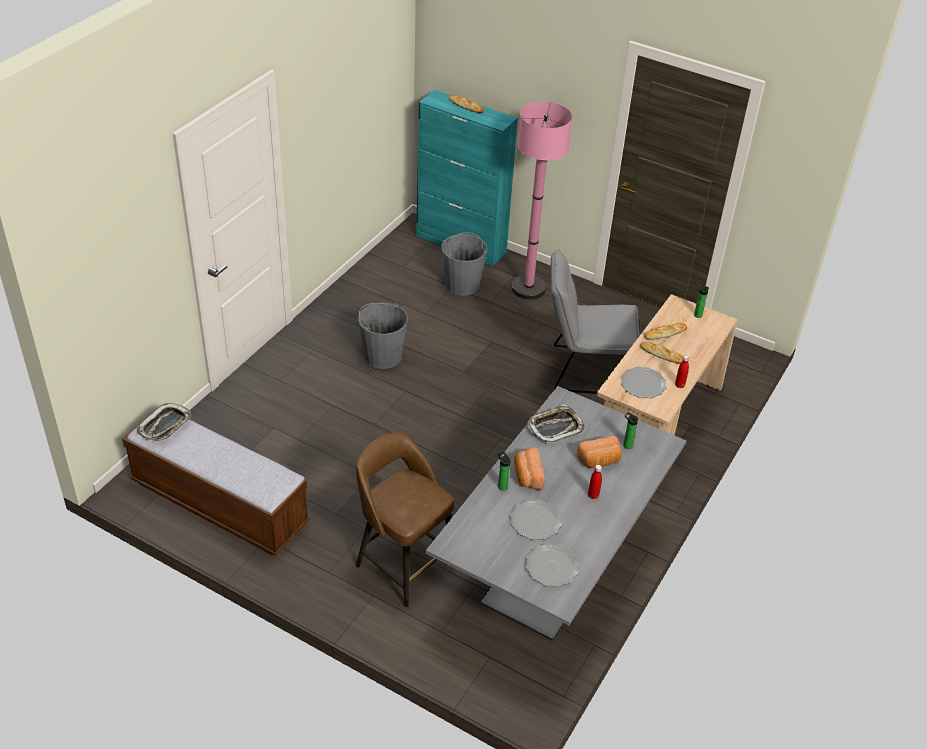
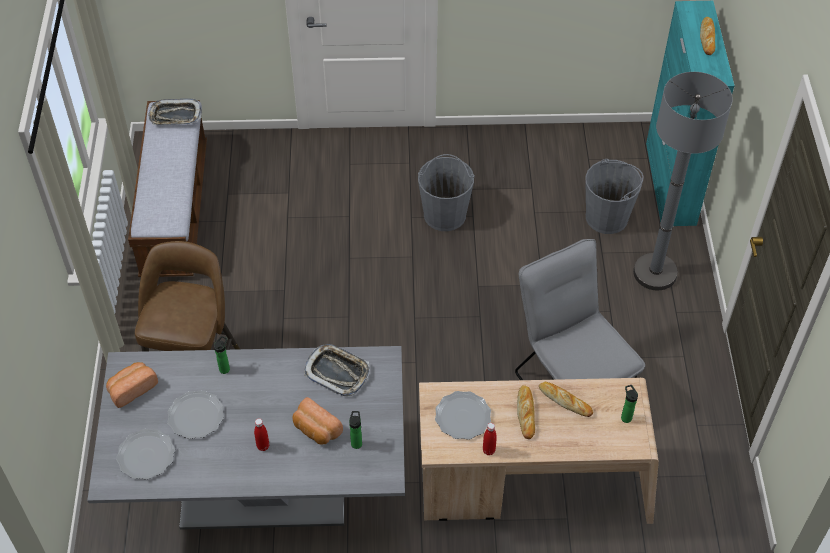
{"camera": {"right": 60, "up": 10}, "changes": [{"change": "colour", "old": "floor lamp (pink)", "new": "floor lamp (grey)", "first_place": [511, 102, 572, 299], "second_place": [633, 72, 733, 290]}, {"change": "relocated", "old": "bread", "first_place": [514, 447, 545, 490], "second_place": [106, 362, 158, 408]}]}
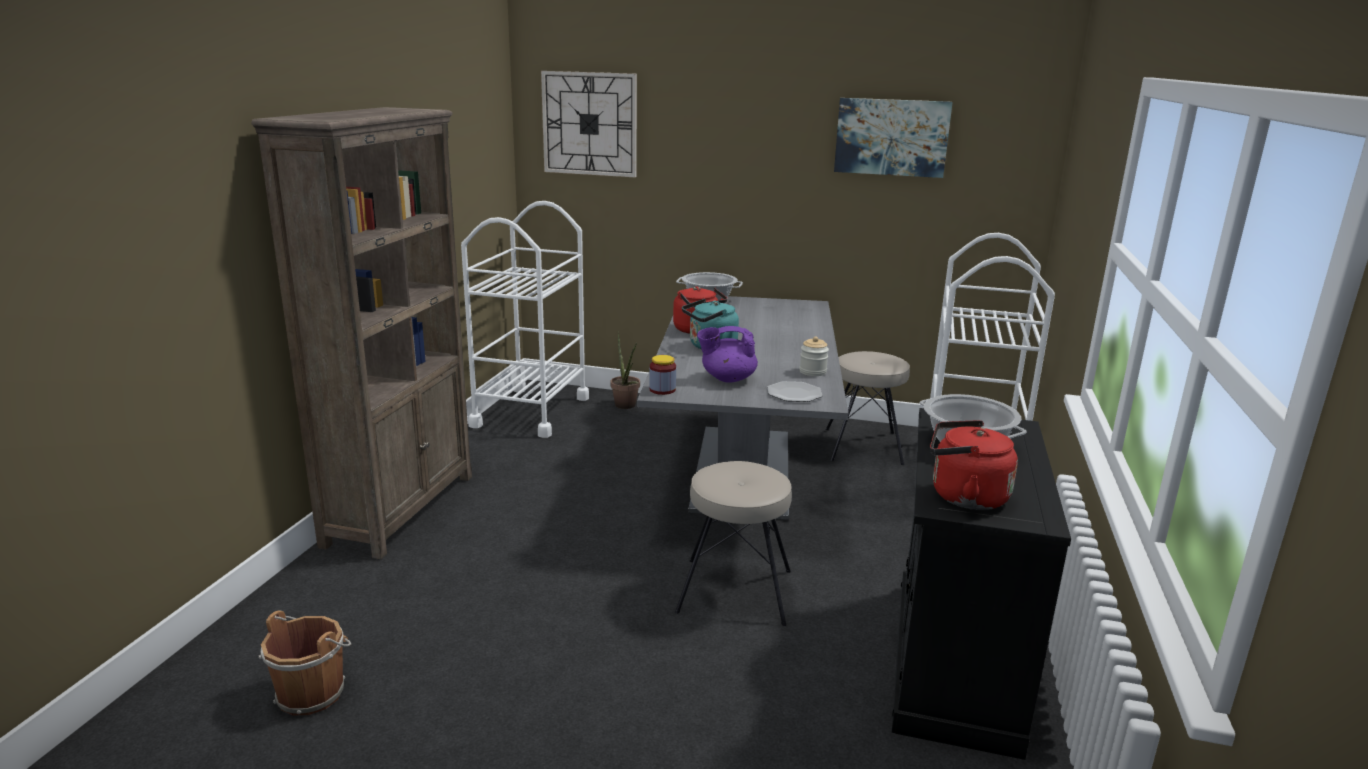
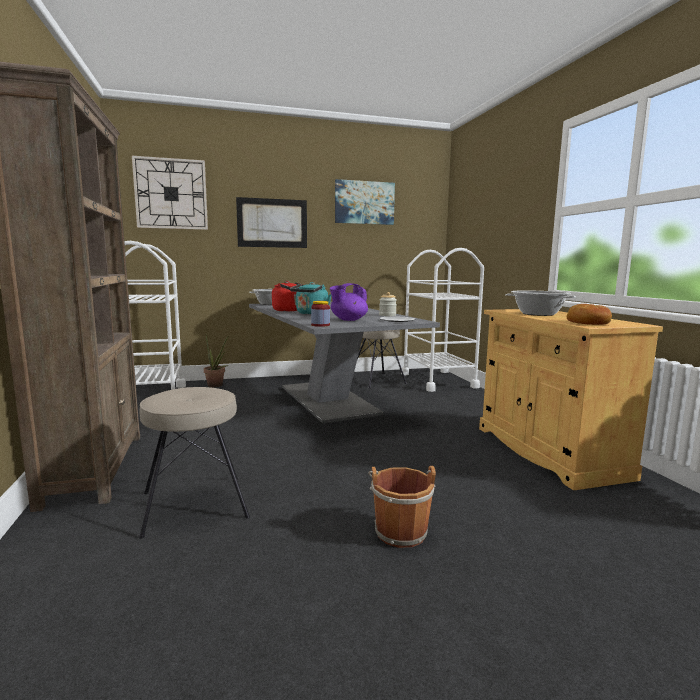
{"camera": {"right": -30, "up": -10}, "changes": [{"change": "colour", "old": "cabinet (black)", "new": "cabinet (beige)", "first_place": [892, 408, 1071, 760], "second_place": [479, 309, 663, 490]}, {"change": "exchanged", "old": "kettle (red)", "new": "bread", "first_place": [930, 420, 1018, 510], "second_place": [567, 304, 612, 325]}, {"change": "relocated", "old": "stool (beige)", "first_place": [675, 461, 792, 626], "second_place": [139, 387, 250, 539]}, {"change": "relocated", "old": "bucket (brown)", "first_place": [259, 610, 351, 715], "second_place": [368, 466, 436, 548]}, {"change": "appeared", "new": "picture", "second_place": [236, 197, 307, 248]}]}
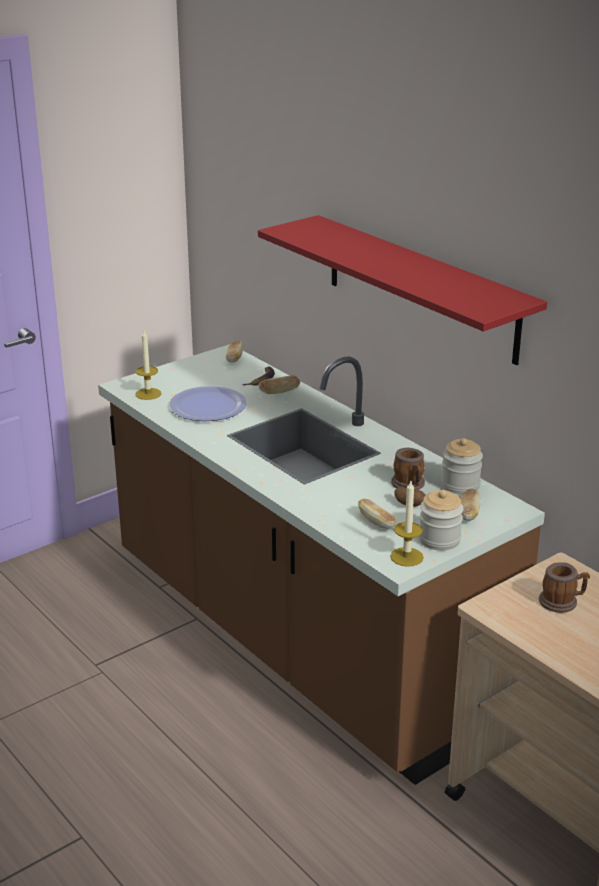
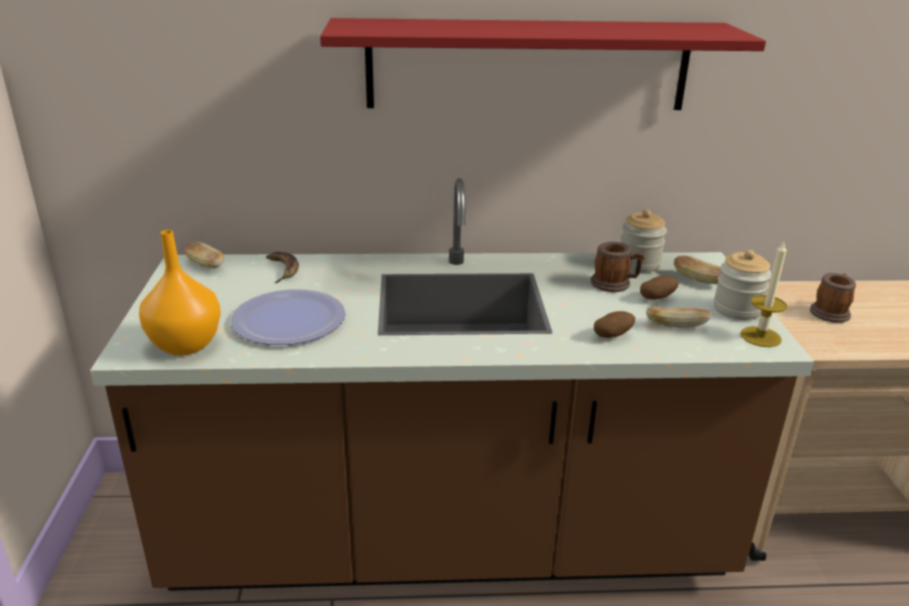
{"camera": {"right": -55, "up": 0}, "changes": [{"change": "exchanged", "old": "candle", "new": "vase (orange)", "first_place": [135, 330, 161, 400], "second_place": [139, 230, 221, 356]}, {"change": "missing", "old": "bread", "first_place": [259, 375, 300, 394]}, {"change": "appeared", "new": "potato", "second_place": [594, 311, 635, 338]}]}
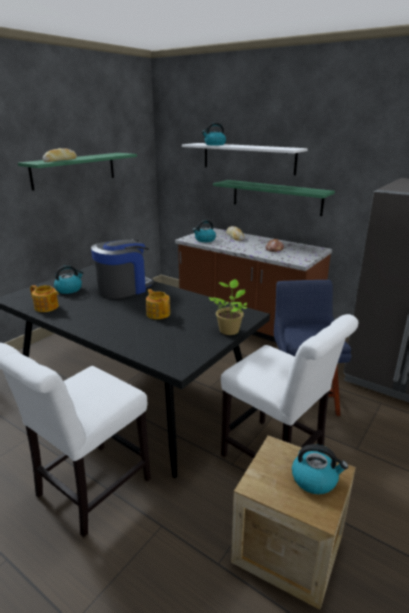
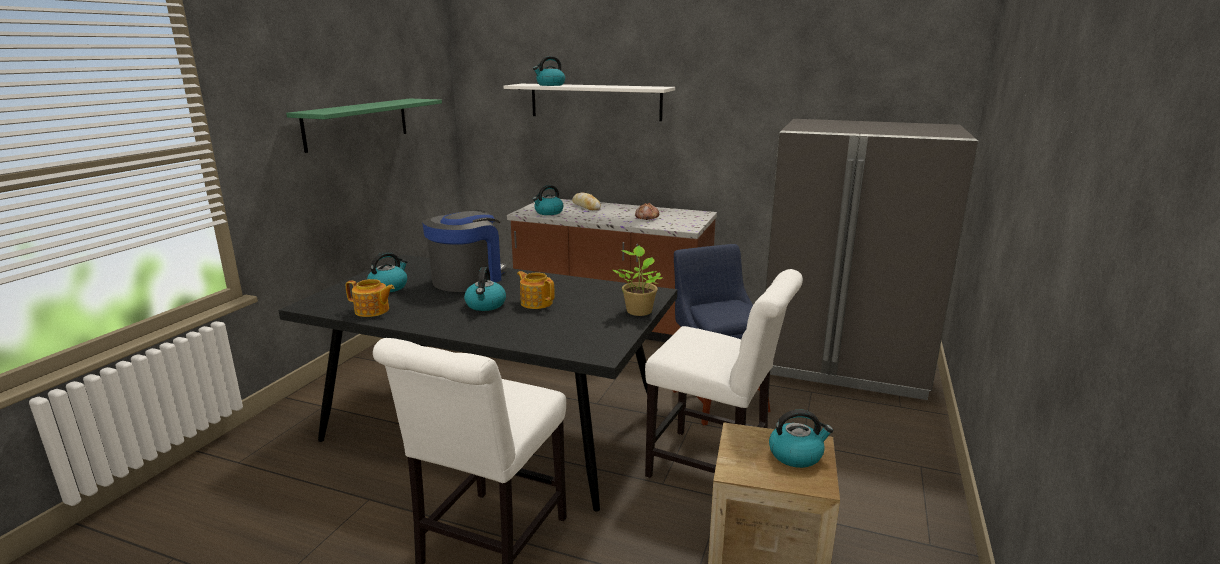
{"camera": {"right": -15, "up": -5}, "changes": [{"change": "missing", "old": "bread", "first_place": [43, 148, 77, 162]}, {"change": "missing", "old": "shelf (green)", "first_place": [213, 180, 335, 216]}, {"change": "appeared", "new": "kettle", "second_place": [464, 267, 506, 311]}]}
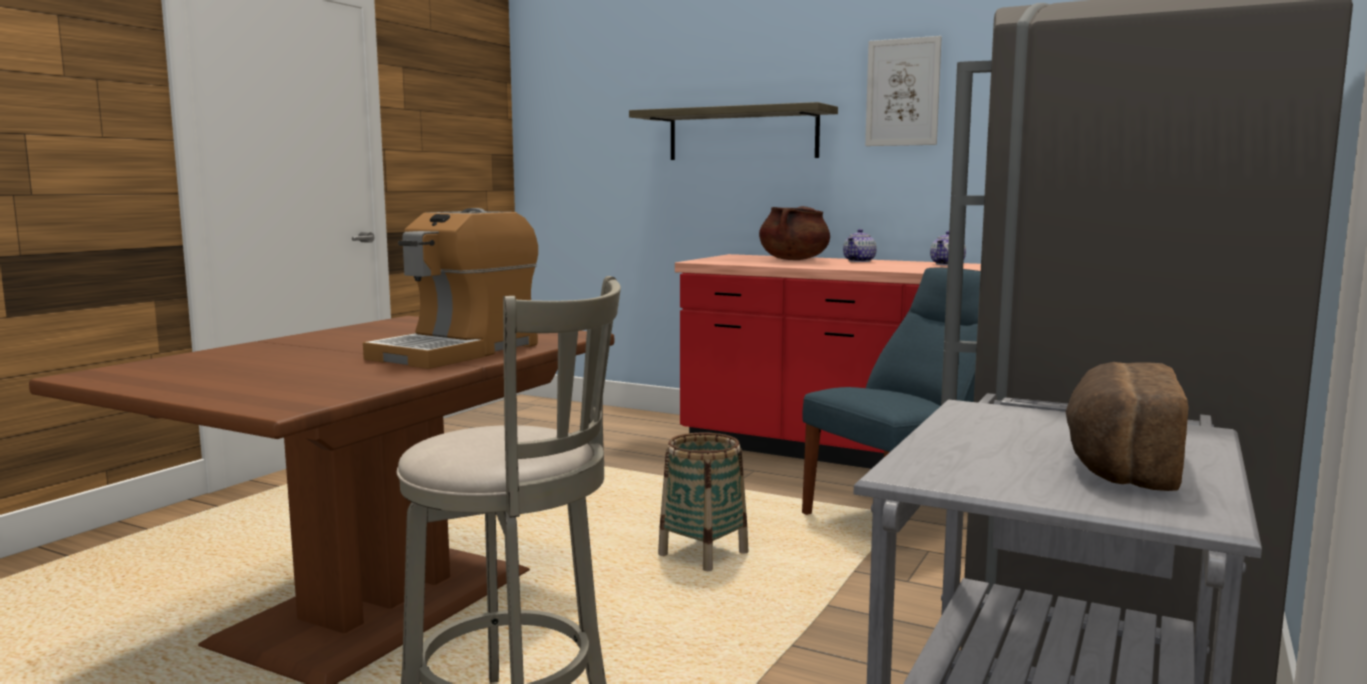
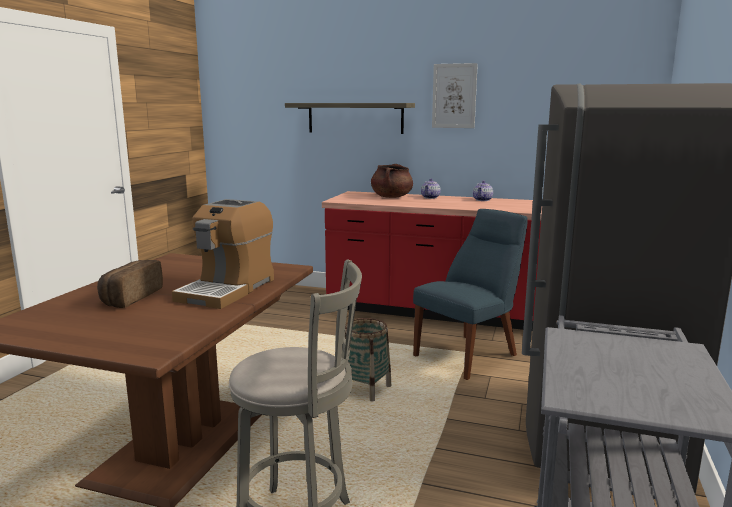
{"camera": {"right": -10, "up": 5}, "changes": [{"change": "relocated", "old": "bread", "first_place": [1066, 362, 1188, 491], "second_place": [97, 260, 163, 308]}]}
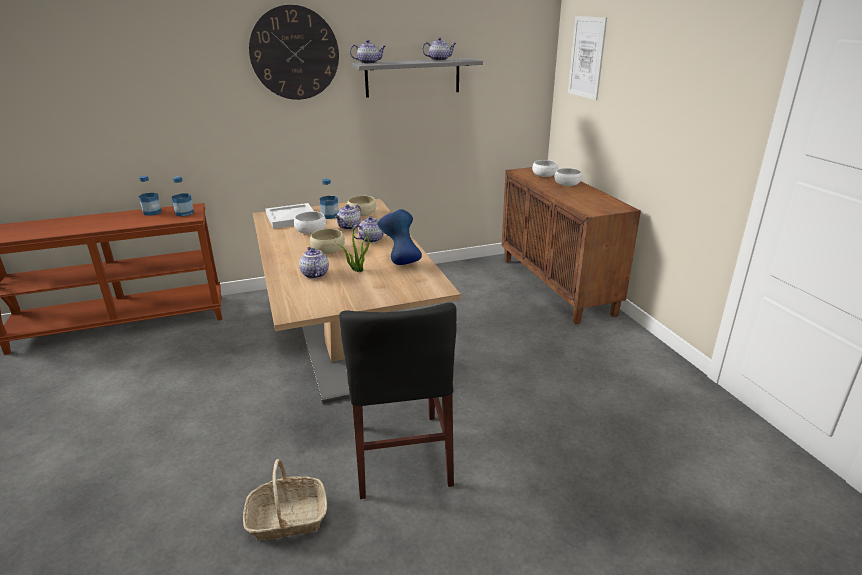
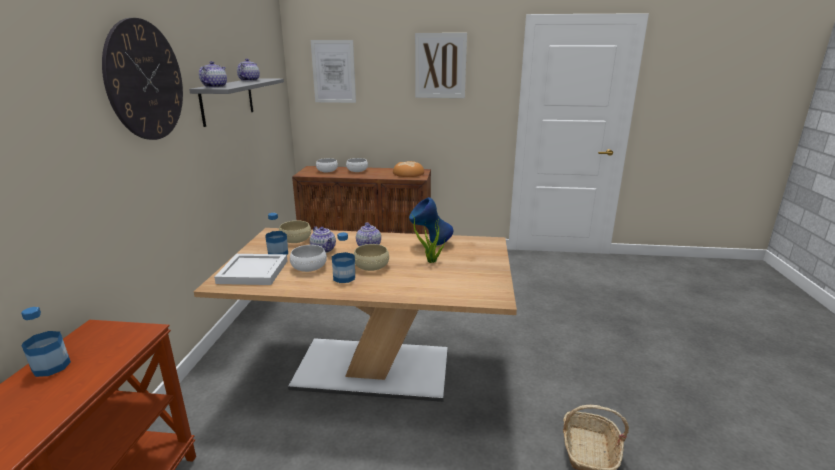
{"camera": {"right": -65, "up": -5}, "changes": [{"change": "relocated", "old": "bottle", "first_place": [172, 177, 194, 217], "second_place": [332, 232, 355, 283]}, {"change": "missing", "old": "teapot", "first_place": [299, 247, 329, 279]}, {"change": "missing", "old": "chair (black)", "first_place": [339, 302, 456, 499]}, {"change": "appeared", "new": "picture", "second_place": [415, 33, 467, 98]}, {"change": "appeared", "new": "bread", "second_place": [393, 161, 424, 177]}]}
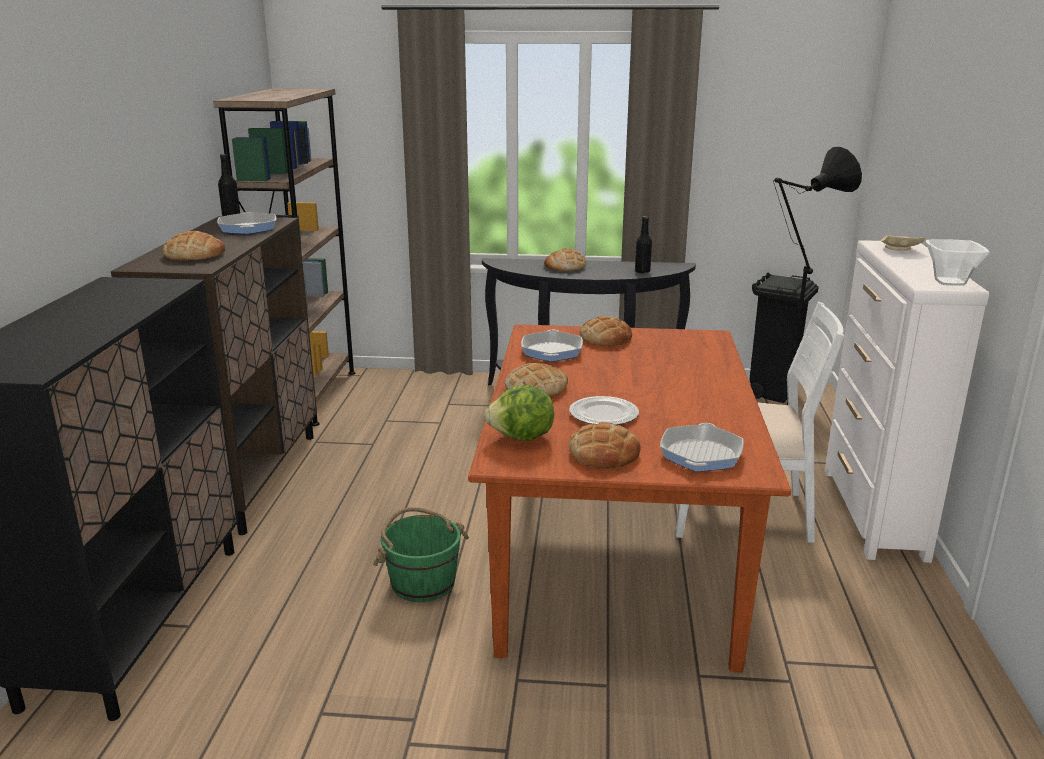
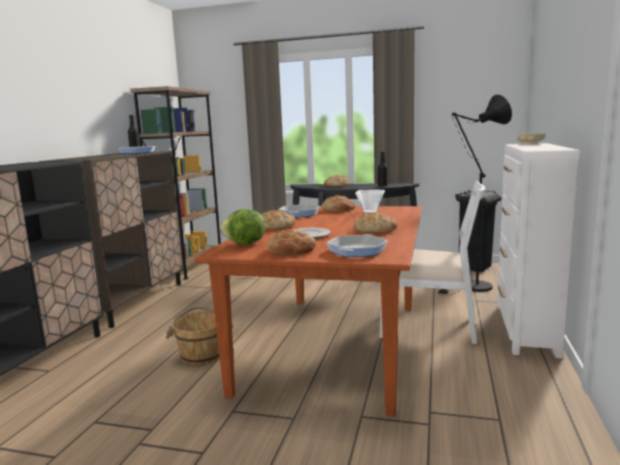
{"camera": {"right": 10, "up": -10}, "changes": [{"change": "relocated", "old": "bread", "first_place": [163, 231, 225, 261], "second_place": [353, 212, 398, 233]}, {"change": "relocated", "old": "bowl", "first_place": [926, 239, 989, 286], "second_place": [355, 190, 385, 213]}, {"change": "colour", "old": "bucket (green)", "new": "bucket (brown)", "first_place": [373, 507, 469, 602], "second_place": [166, 306, 234, 365]}]}
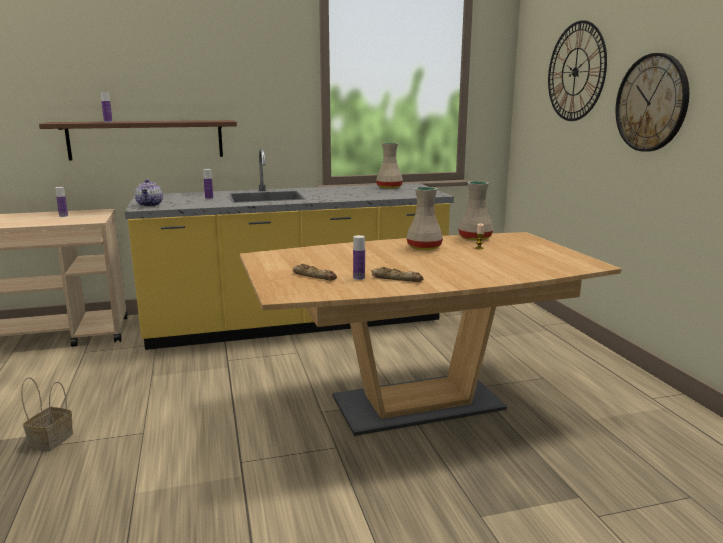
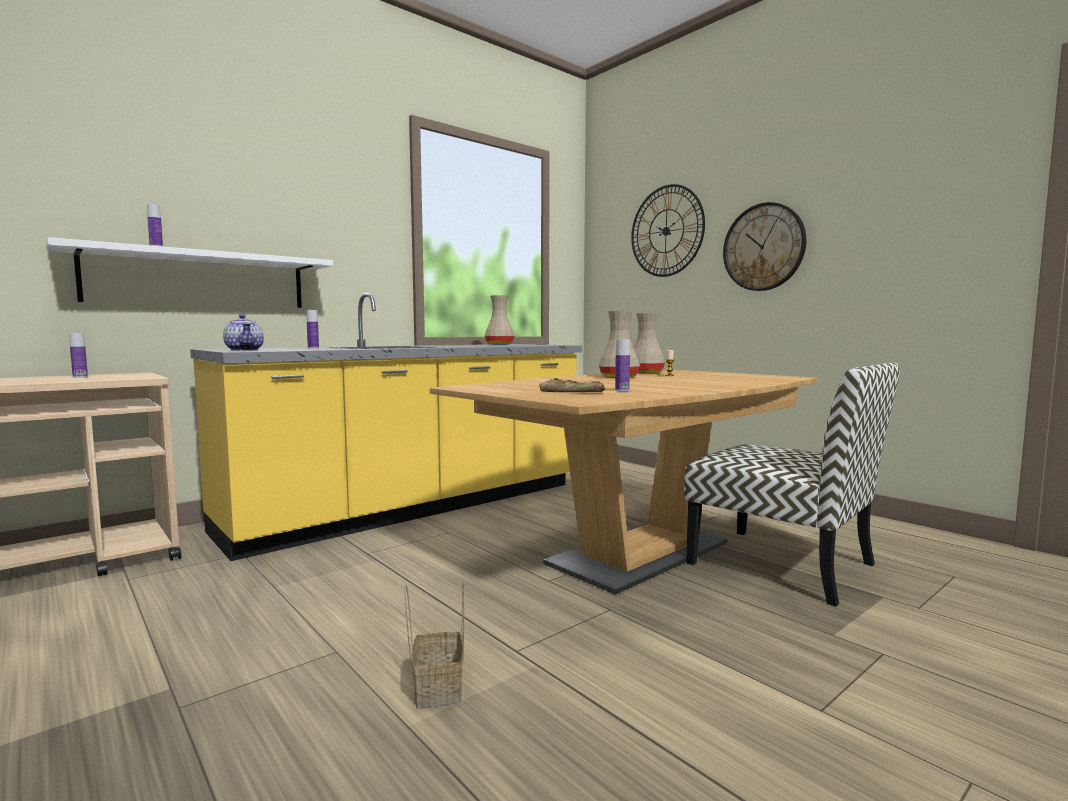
{"camera": {"right": -25, "up": -10}, "changes": [{"change": "colour", "old": "shelf (brown)", "new": "shelf (white)", "first_place": [39, 120, 237, 161], "second_place": [46, 237, 333, 308]}, {"change": "missing", "old": "bread", "first_place": [371, 267, 424, 282]}, {"change": "relocated", "old": "basket", "first_place": [21, 377, 73, 451], "second_place": [405, 580, 464, 709]}, {"change": "appeared", "new": "chair", "second_place": [684, 362, 900, 607]}]}
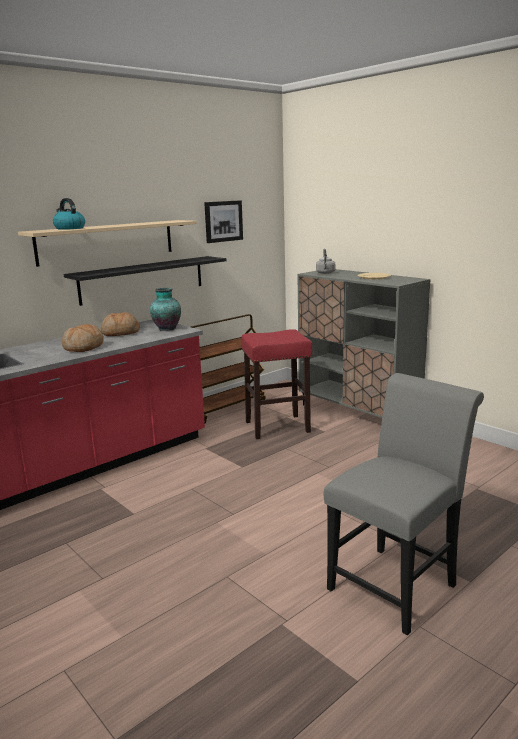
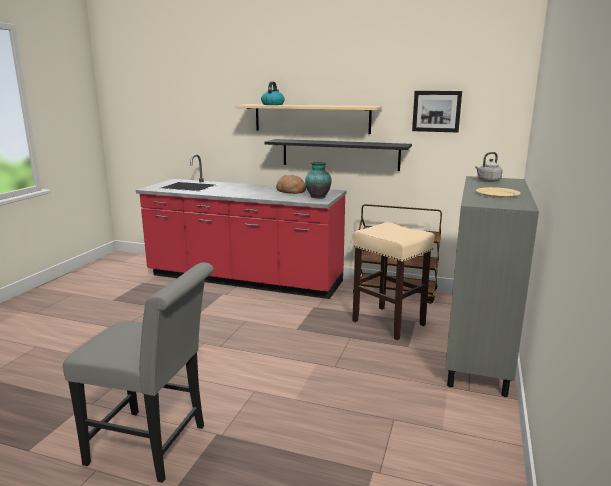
{"camera": {"right": 60, "up": 0}, "changes": [{"change": "missing", "old": "bread", "first_place": [62, 324, 104, 352]}, {"change": "colour", "old": "stool (red)", "new": "stool (beige)", "first_place": [241, 329, 312, 439], "second_place": [352, 222, 435, 340]}]}
